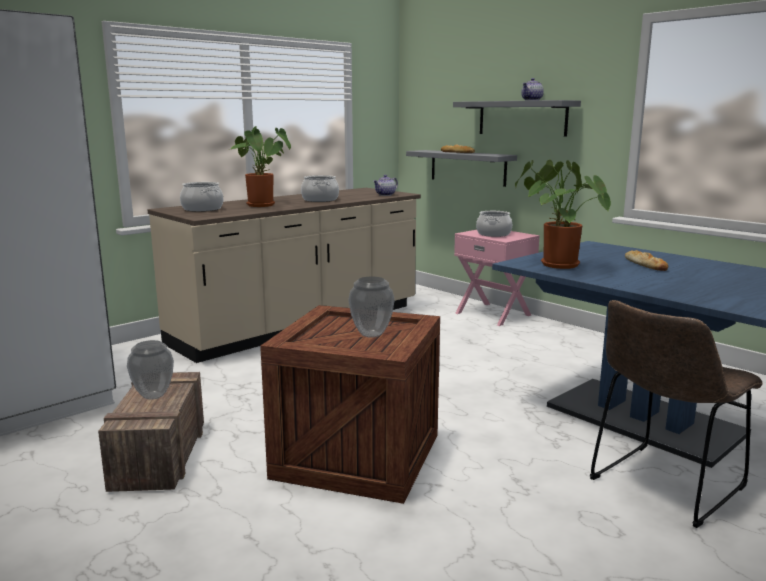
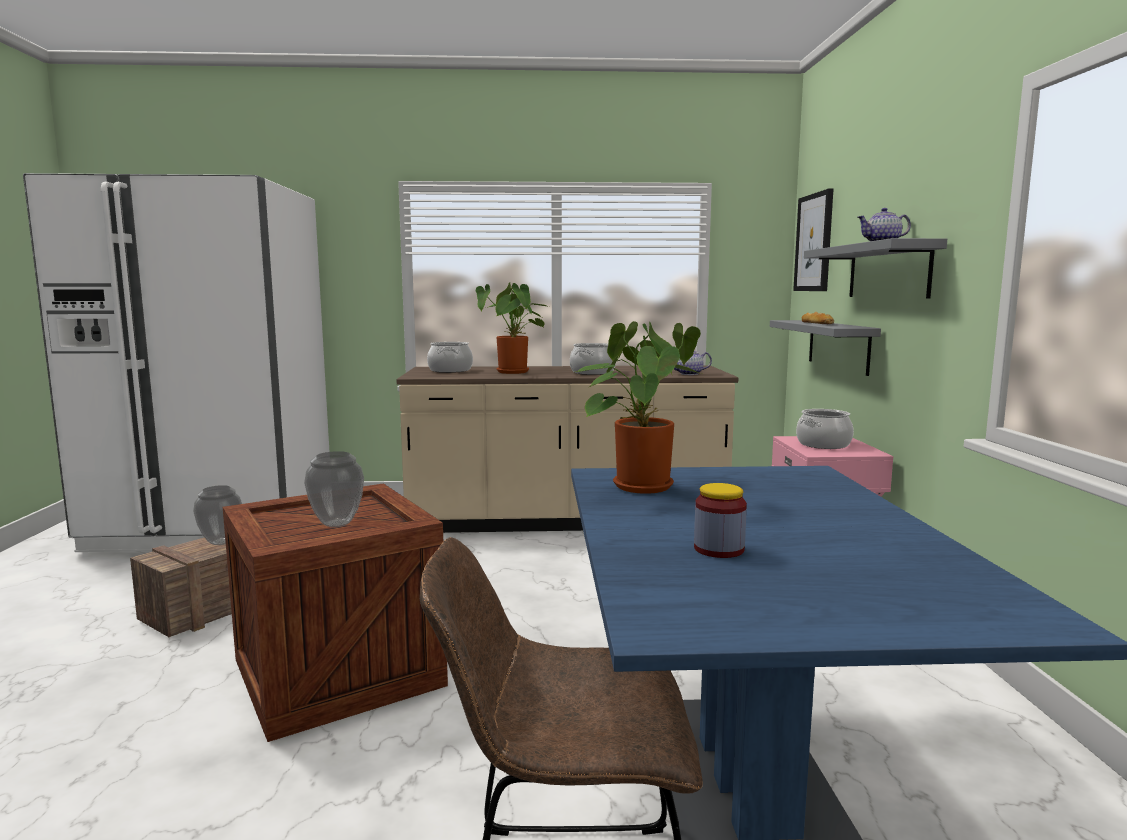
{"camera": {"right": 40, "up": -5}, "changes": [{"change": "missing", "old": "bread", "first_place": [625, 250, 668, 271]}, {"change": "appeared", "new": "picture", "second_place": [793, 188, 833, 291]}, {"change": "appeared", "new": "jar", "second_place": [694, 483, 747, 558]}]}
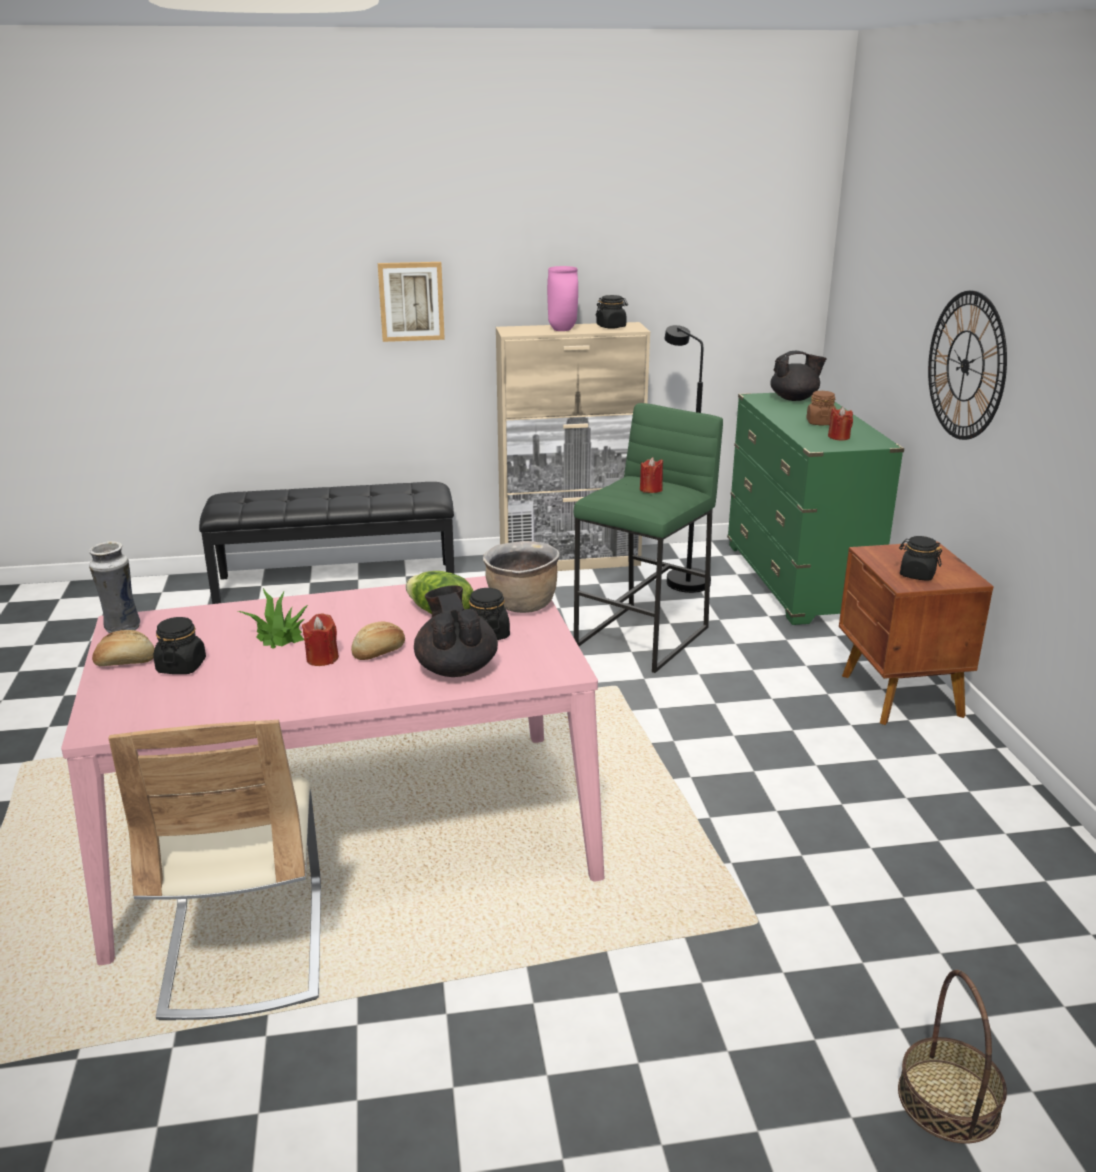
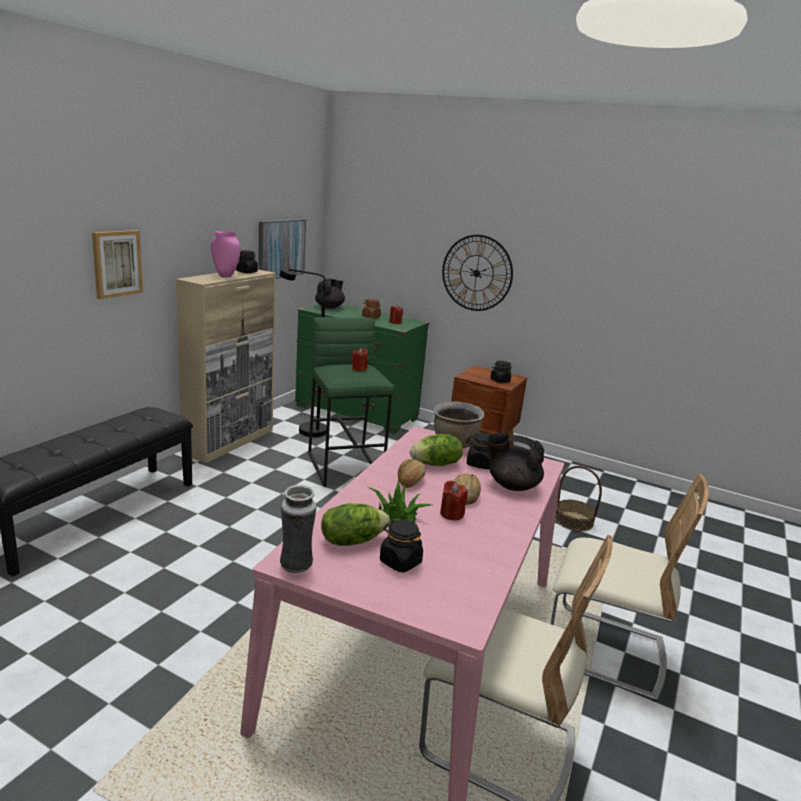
{"camera": {"right": -55, "up": -5}, "changes": [{"change": "relocated", "old": "bread", "first_place": [92, 630, 155, 666], "second_place": [398, 459, 426, 488]}, {"change": "relocated", "old": "basket", "first_place": [898, 970, 1007, 1144], "second_place": [555, 466, 602, 531]}, {"change": "appeared", "new": "picture", "second_place": [258, 219, 306, 279]}, {"change": "appeared", "new": "chair (beige)", "second_place": [551, 473, 709, 701]}, {"change": "appeared", "new": "lettuce", "second_place": [321, 503, 390, 546]}]}
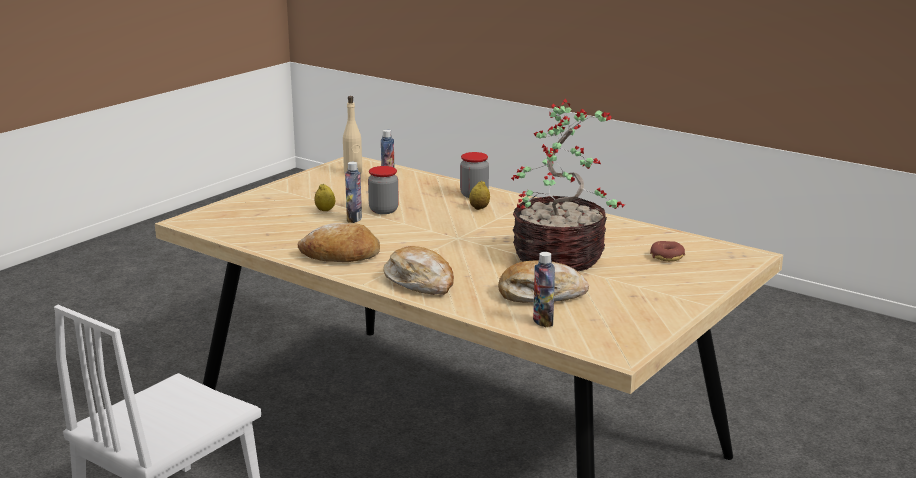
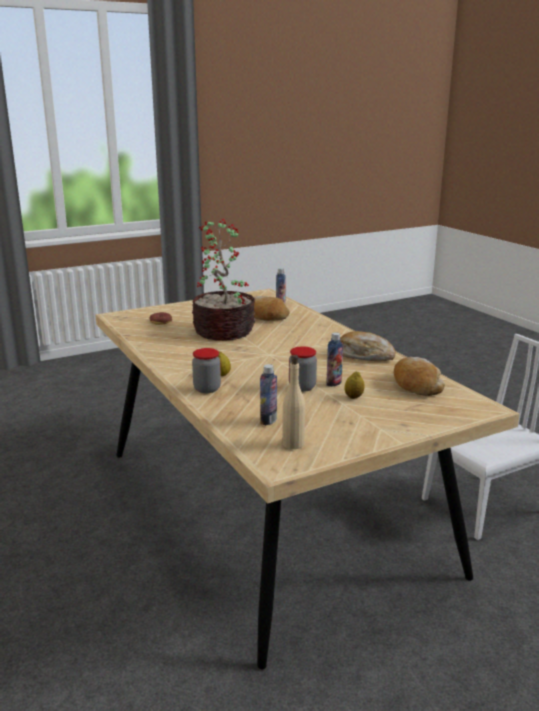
{"camera": {"right": -155, "up": 0}, "changes": [{"change": "relocated", "old": "bread", "first_place": [383, 246, 454, 295], "second_place": [394, 357, 445, 396]}]}
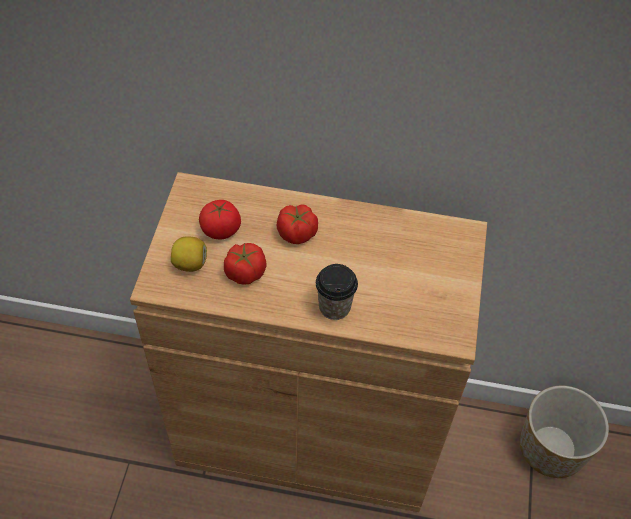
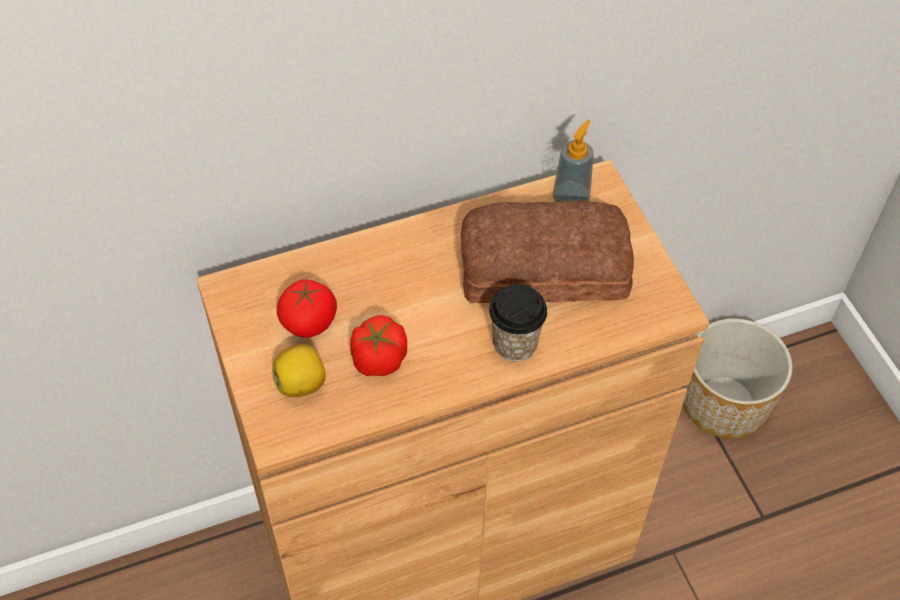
{"camera": {"right": -30, "up": 0}, "changes": [{"change": "missing", "old": "tomato", "first_place": [277, 204, 318, 244]}, {"change": "appeared", "new": "soap dispenser", "second_place": [553, 120, 594, 202]}, {"change": "appeared", "new": "bread", "second_place": [461, 201, 634, 303]}]}
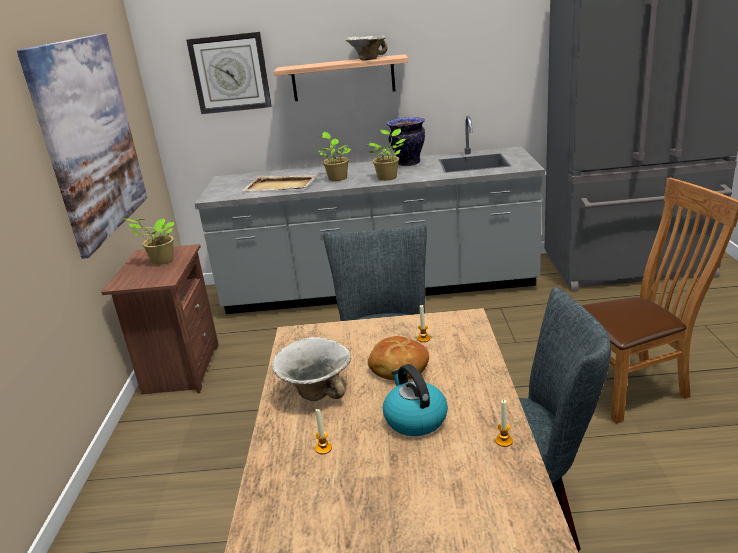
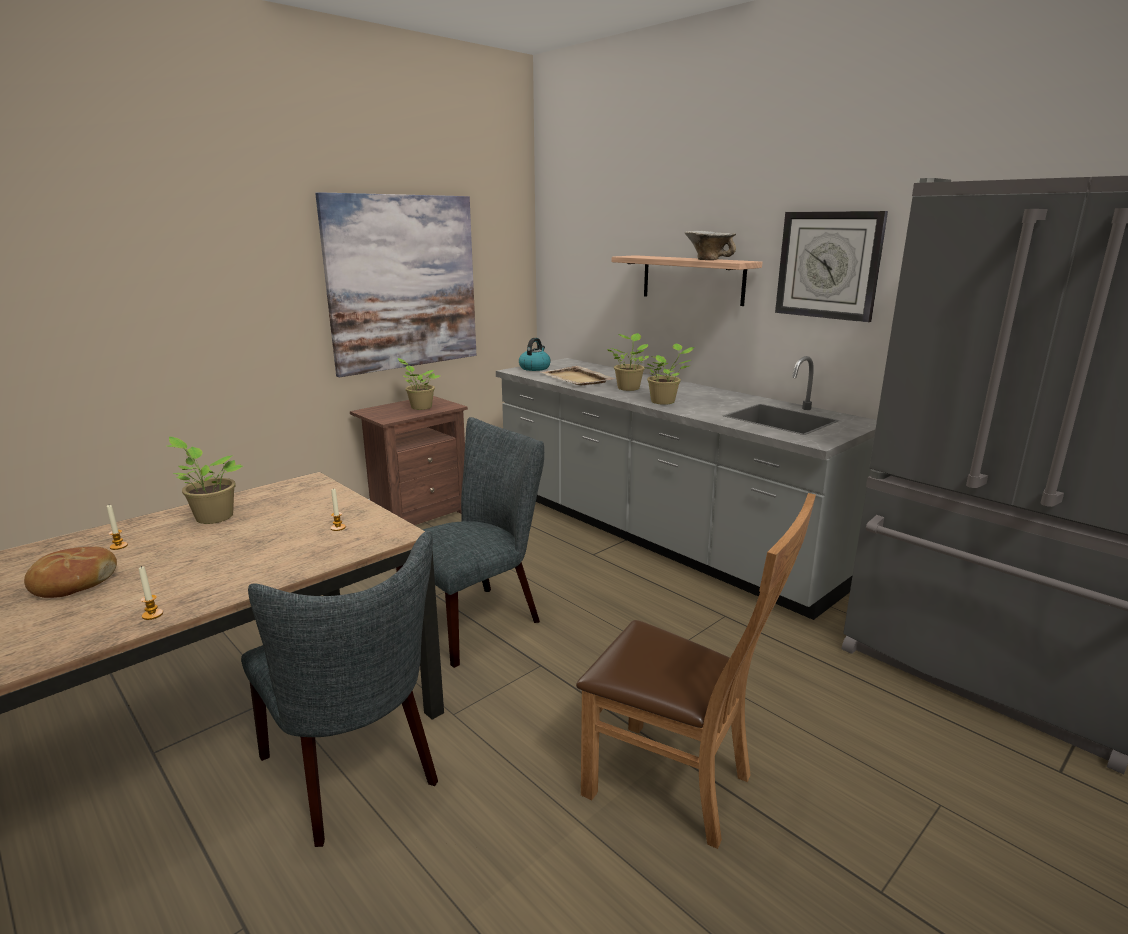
{"camera": {"right": 45, "up": -5}, "changes": [{"change": "relocated", "old": "wall clock", "first_place": [186, 32, 272, 114], "second_place": [775, 211, 888, 322]}, {"change": "missing", "old": "vase", "first_place": [386, 117, 425, 166]}, {"change": "relocated", "old": "bread", "first_place": [368, 336, 429, 380], "second_place": [24, 547, 117, 598]}, {"change": "exchanged", "old": "bowl", "new": "potted plant", "first_place": [272, 337, 351, 401], "second_place": [167, 437, 243, 524]}, {"change": "relocated", "old": "kettle", "first_place": [383, 364, 448, 436], "second_place": [519, 338, 551, 371]}]}
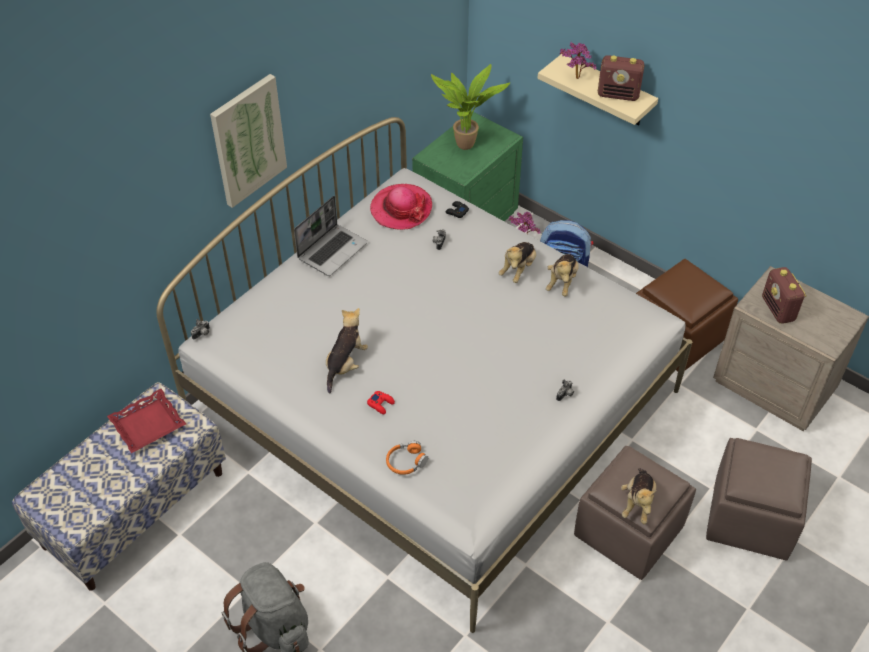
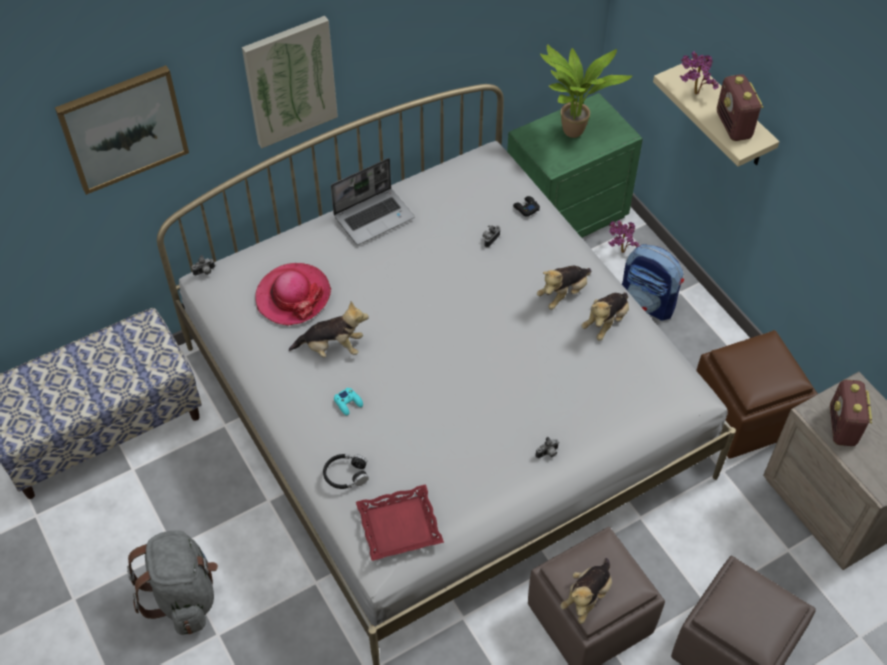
{"camera": {"right": 20, "up": 5}, "changes": [{"change": "spun", "old": "radio", "first_place": [598, 55, 645, 101], "second_place": [717, 74, 764, 141], "degrees": 45}, {"change": "relocated", "old": "hat", "first_place": [370, 184, 432, 230], "second_place": [255, 263, 331, 326]}, {"change": "spun", "old": "plush toy", "first_place": [326, 308, 368, 393], "second_place": [289, 301, 369, 358], "degrees": 45}, {"change": "relocated", "old": "tray (red)", "first_place": [107, 389, 186, 453], "second_place": [356, 484, 444, 561]}, {"change": "colour", "old": "game controller (red)", "new": "game controller (turquoise)", "first_place": [367, 391, 395, 414], "second_place": [334, 387, 363, 416]}, {"change": "colour", "old": "headphones (orange)", "new": "headphones (black)", "first_place": [386, 441, 428, 475], "second_place": [323, 454, 369, 489]}, {"change": "appeared", "new": "picture", "second_place": [55, 65, 189, 195]}]}
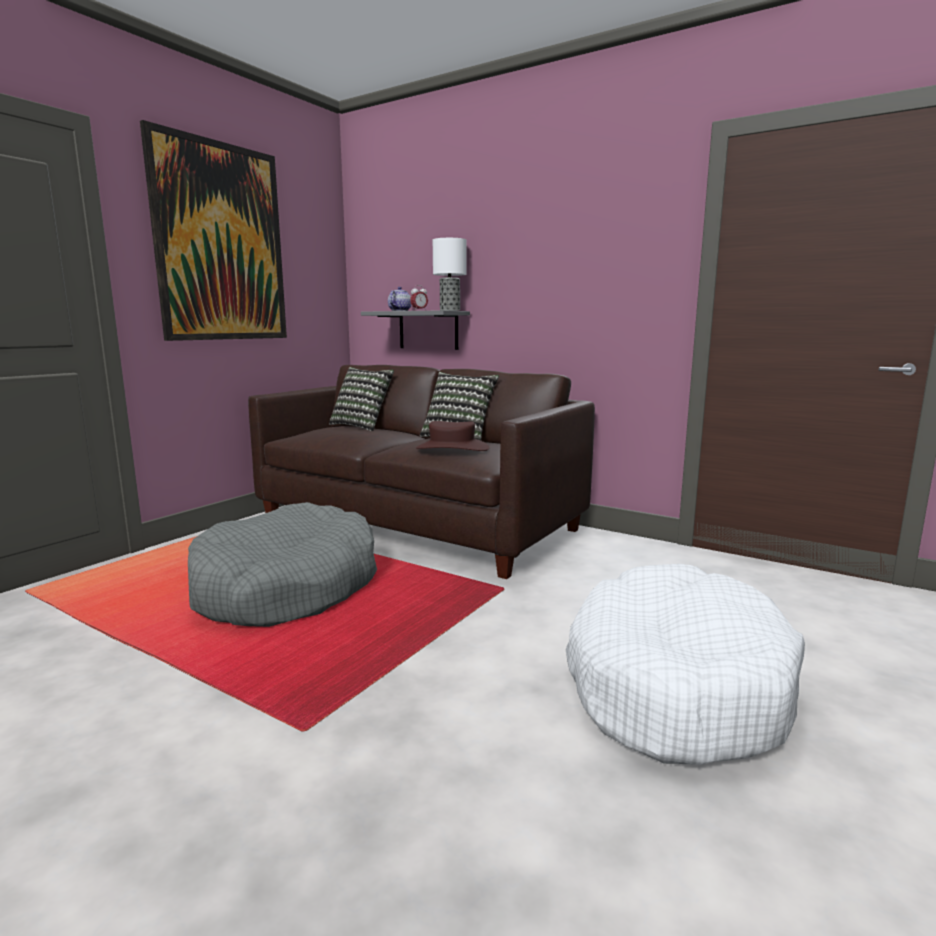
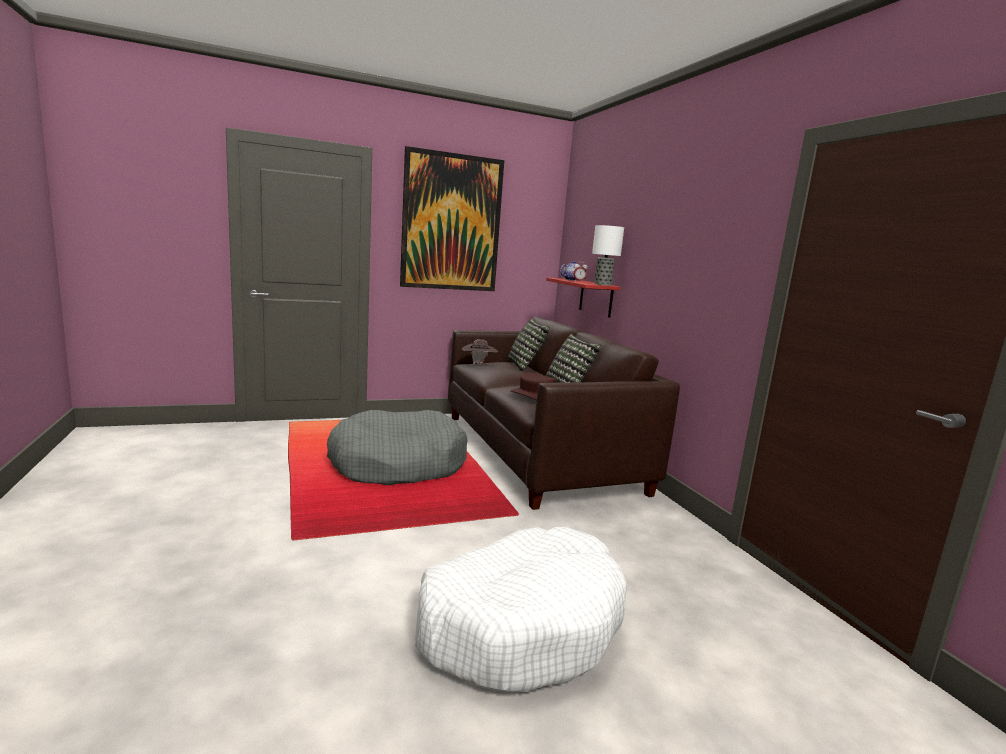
{"camera": {"right": 35, "up": 0}, "changes": [{"change": "colour", "old": "shelf (grey)", "new": "shelf (red)", "first_place": [361, 310, 470, 350], "second_place": [546, 278, 621, 318]}, {"change": "appeared", "new": "hat (brown)", "second_place": [461, 339, 498, 365]}]}
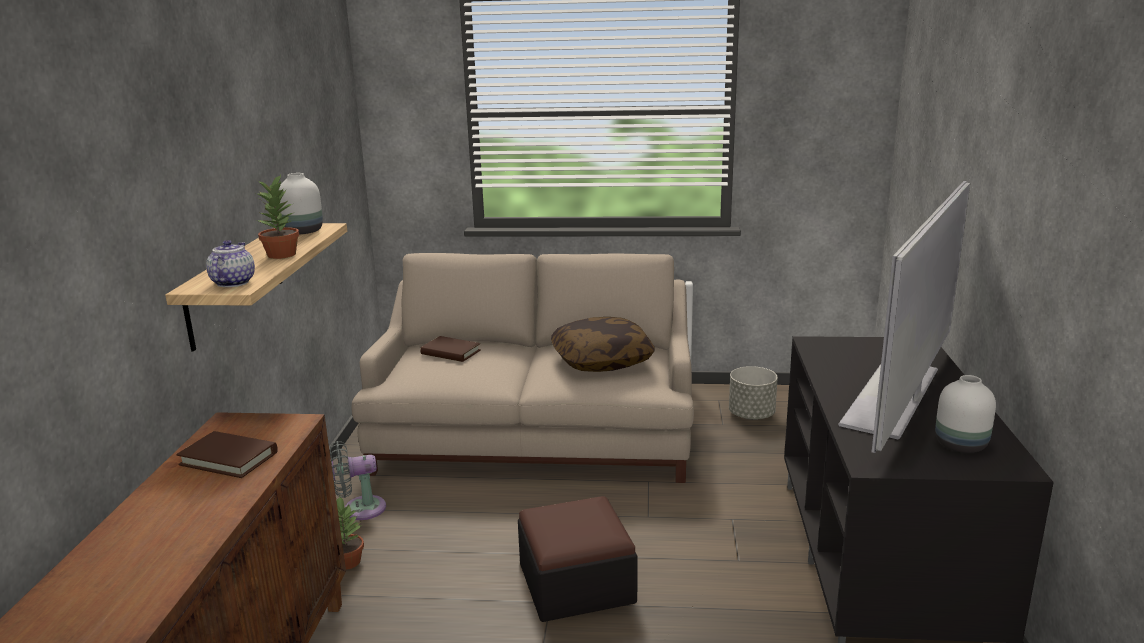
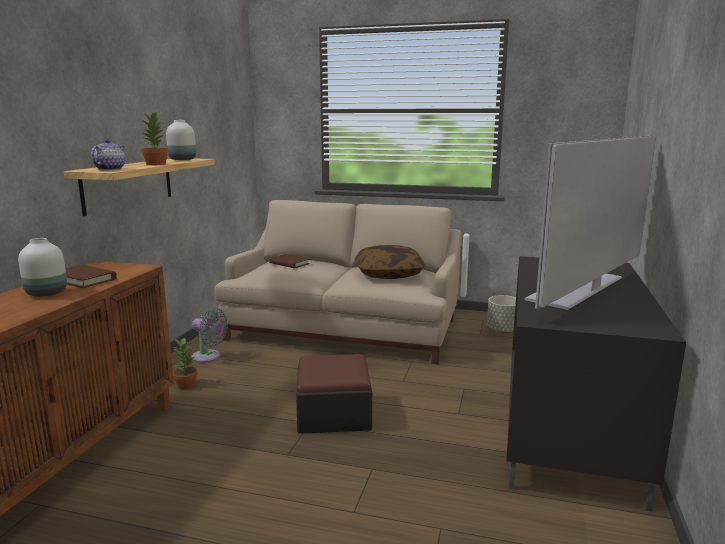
{"camera": {"right": 10, "up": -5}, "changes": [{"change": "relocated", "old": "vase (white)", "first_place": [935, 375, 996, 453], "second_place": [18, 238, 67, 297]}, {"change": "spun", "old": "fan (grey)", "first_place": [330, 441, 386, 520], "second_place": [191, 308, 228, 363], "degrees": -150}]}
